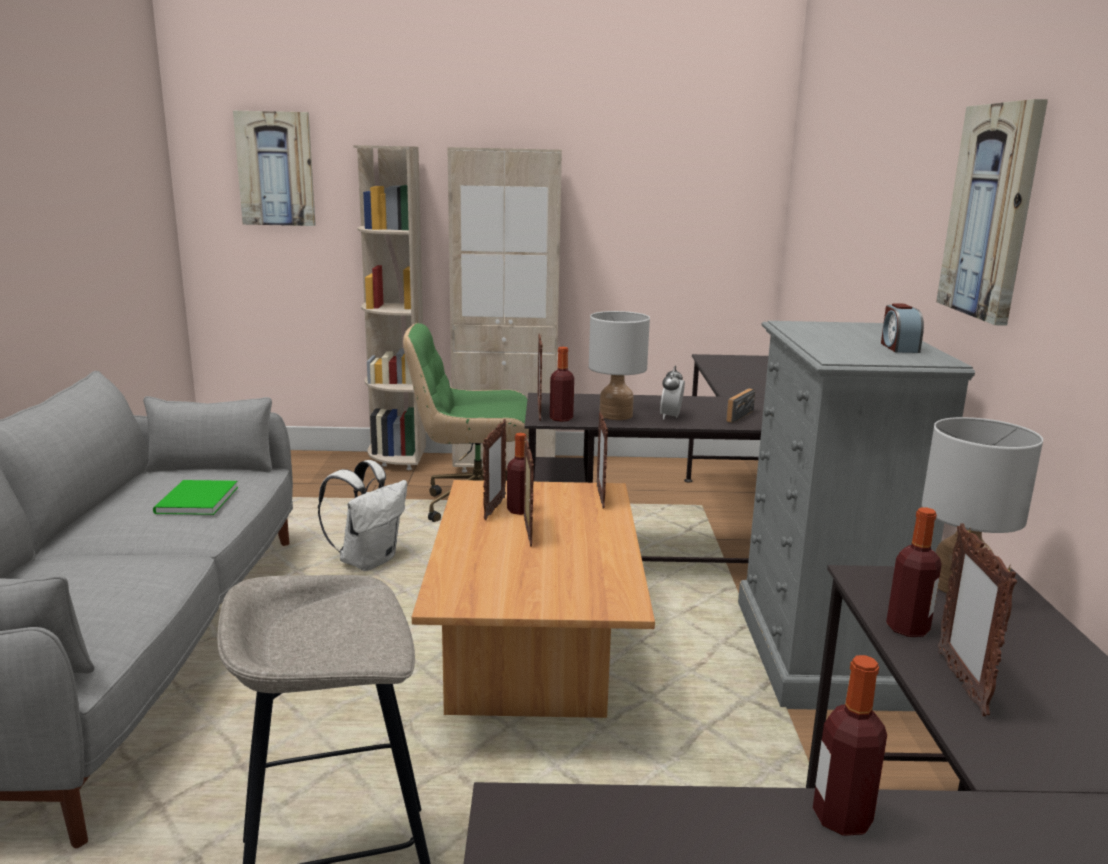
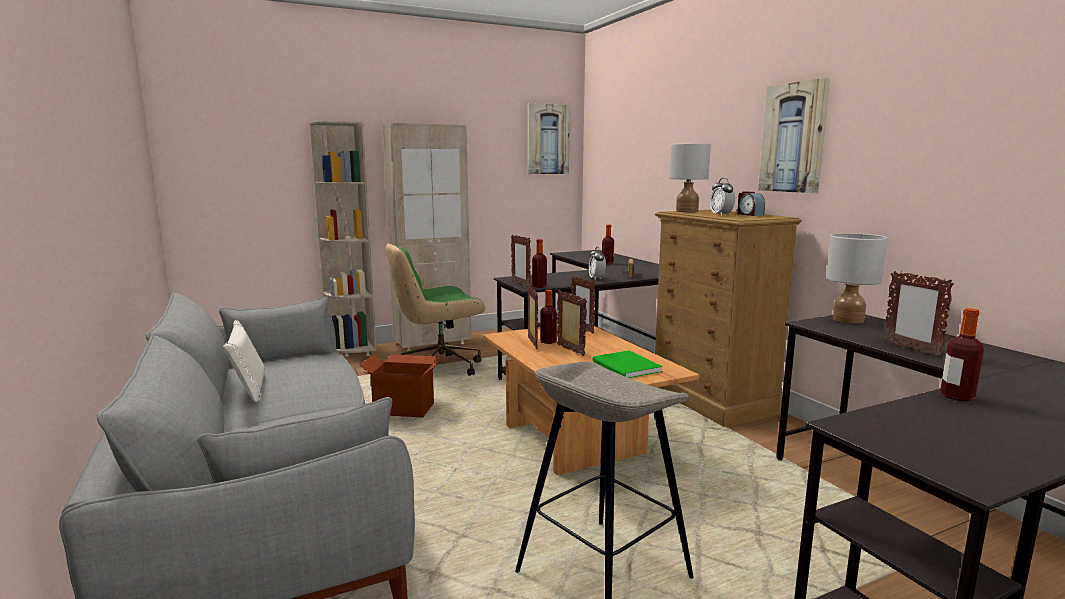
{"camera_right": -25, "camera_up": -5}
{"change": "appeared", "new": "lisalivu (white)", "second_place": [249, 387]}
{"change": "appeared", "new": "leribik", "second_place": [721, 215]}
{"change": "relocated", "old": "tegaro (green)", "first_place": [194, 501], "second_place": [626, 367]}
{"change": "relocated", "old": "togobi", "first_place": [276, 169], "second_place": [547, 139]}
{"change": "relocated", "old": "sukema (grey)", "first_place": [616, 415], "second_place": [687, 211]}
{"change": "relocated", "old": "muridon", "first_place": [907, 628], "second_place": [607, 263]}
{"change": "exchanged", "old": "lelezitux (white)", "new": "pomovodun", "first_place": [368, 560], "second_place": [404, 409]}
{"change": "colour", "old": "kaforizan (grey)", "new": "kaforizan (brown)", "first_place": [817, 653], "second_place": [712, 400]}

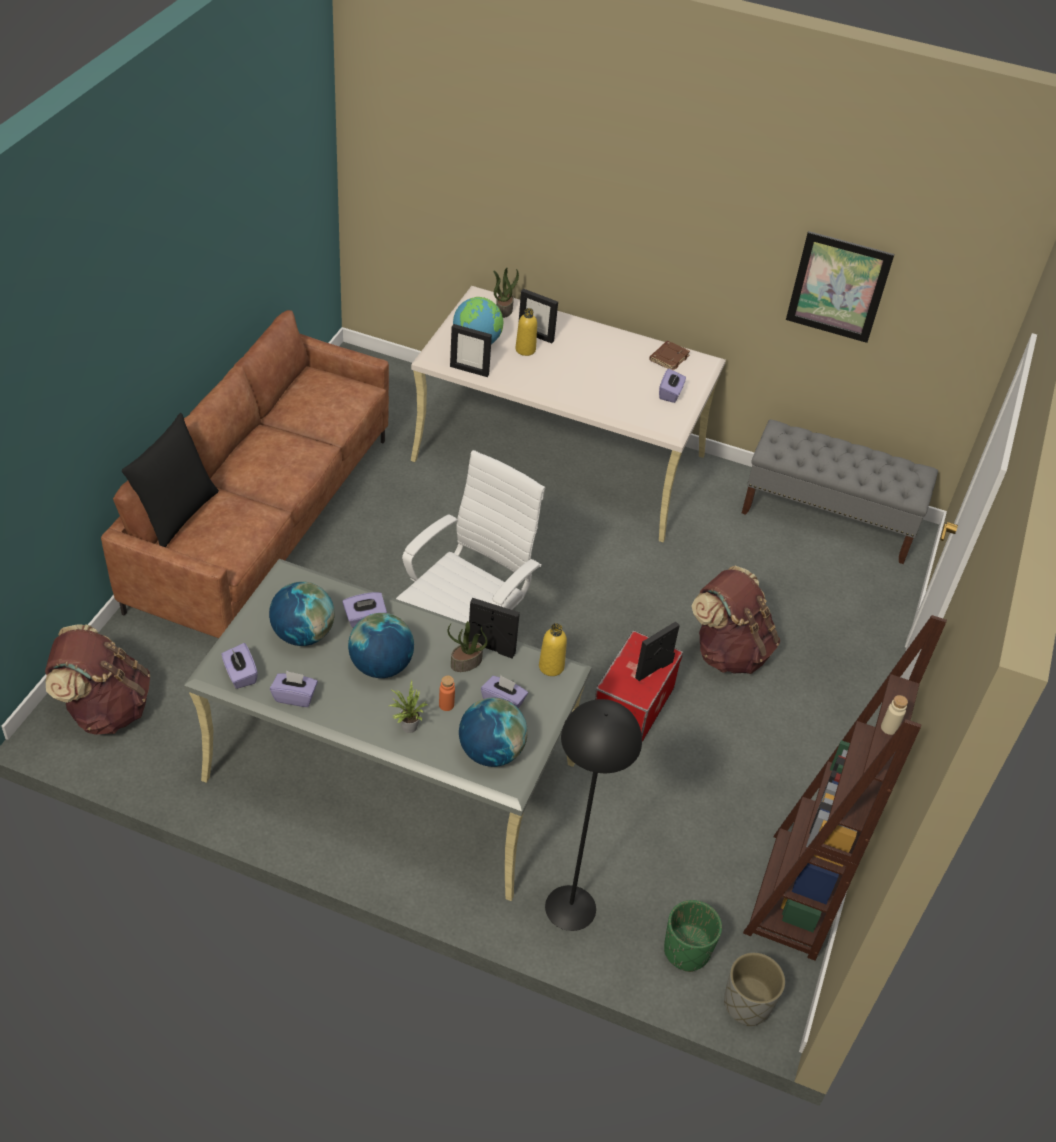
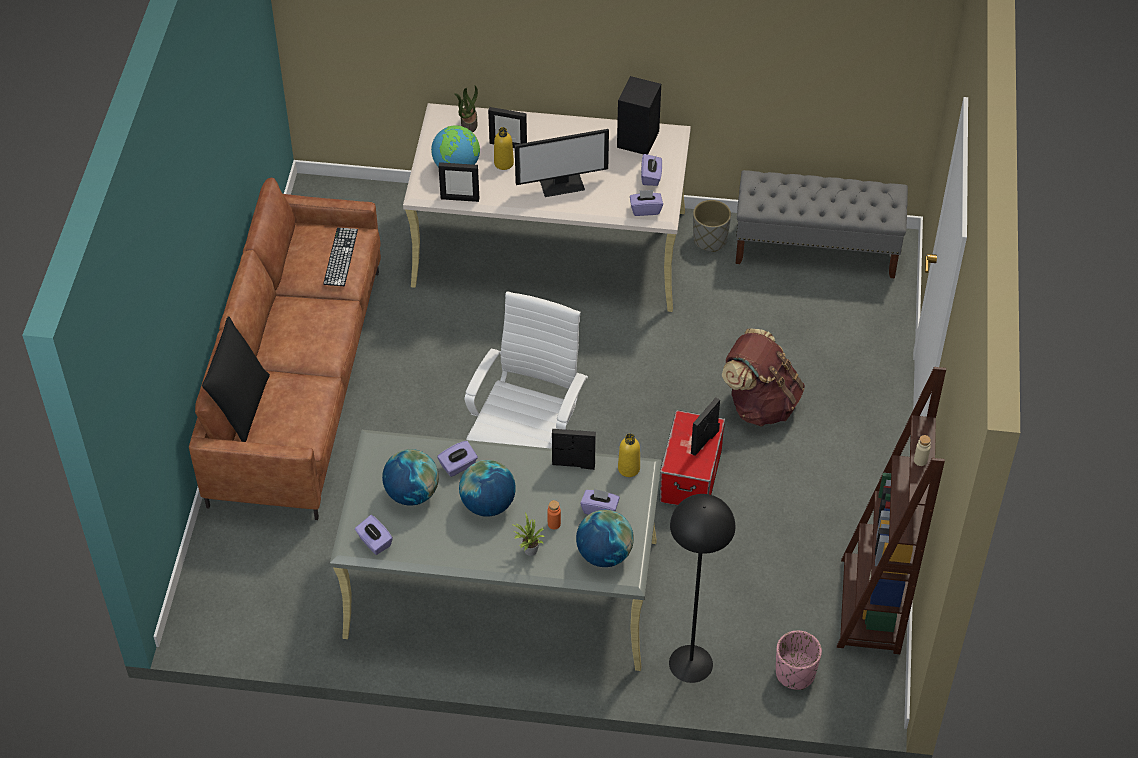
{"camera_right": -10, "camera_up": 5}
{"change": "missing", "old": "lelezitux (brown)", "first_place": [105, 709]}
{"change": "missing", "old": "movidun", "first_place": [466, 663]}
{"change": "missing", "old": "togobi", "first_place": [838, 287]}
{"change": "appeared", "new": "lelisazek", "second_place": [340, 257]}
{"change": "appeared", "new": "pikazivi", "second_place": [562, 184]}
{"change": "relocated", "old": "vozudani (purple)", "first_place": [295, 697], "second_place": [645, 209]}
{"change": "relocated", "old": "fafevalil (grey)", "first_place": [746, 1004], "second_place": [709, 240]}
{"change": "exchanged", "old": "tegaro (brown)", "new": "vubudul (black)", "first_place": [668, 358], "second_place": [638, 138]}
{"change": "colour", "old": "fafevalil (green)", "new": "fafevalil (pink)", "first_place": [686, 951], "second_place": [795, 674]}

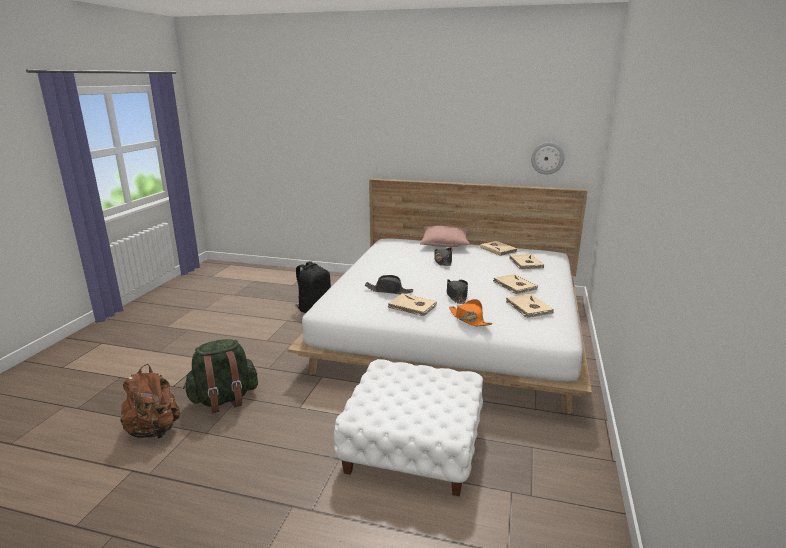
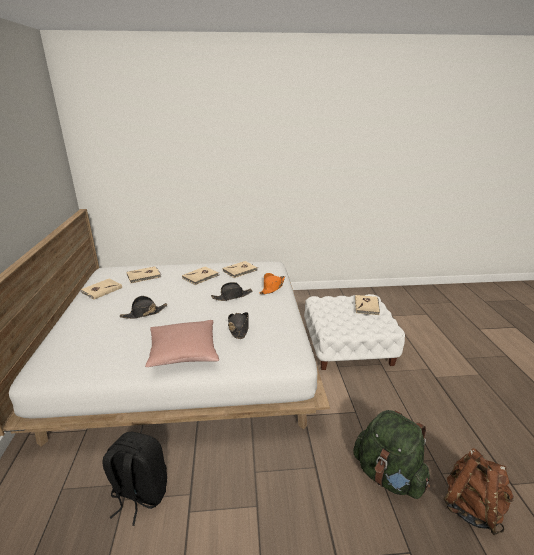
{"camera_right": -110, "camera_up": 5}
{"change": "missing", "old": "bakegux", "first_place": [547, 158]}
{"change": "relocated", "old": "tegaro (beige)", "first_place": [412, 307], "second_place": [367, 306]}
{"change": "relocated", "old": "lisalivu (pink)", "first_place": [445, 244], "second_place": [183, 352]}

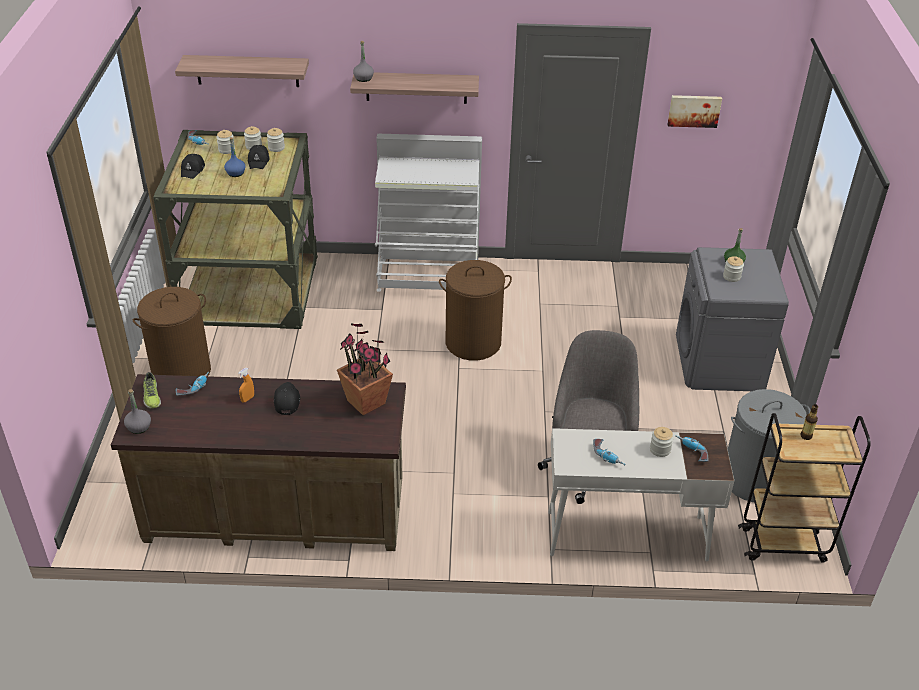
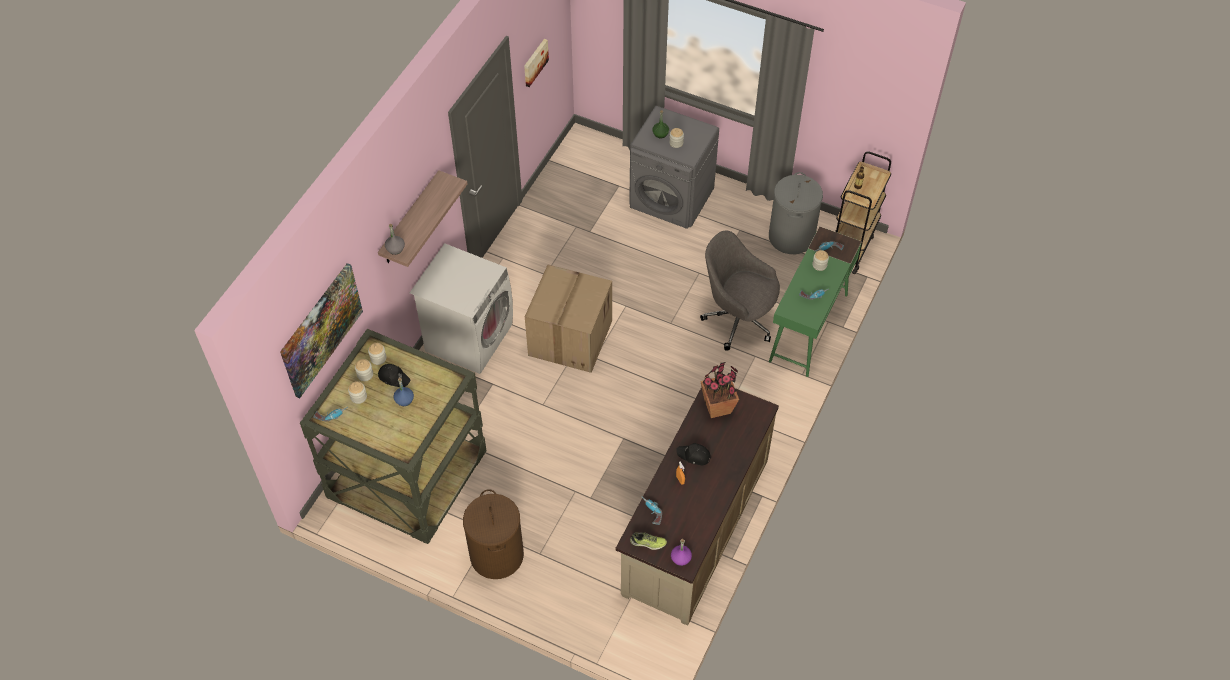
{"camera_right": -65, "camera_up": 15}
{"change": "missing", "old": "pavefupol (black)", "first_place": [193, 170]}
{"change": "exchanged", "old": "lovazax", "new": "togobi", "first_place": [247, 71], "second_place": [321, 329]}
{"change": "exchanged", "old": "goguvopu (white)", "new": "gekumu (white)", "first_place": [428, 278], "second_place": [468, 336]}
{"change": "exchanged", "old": "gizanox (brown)", "new": "pomovodun", "first_place": [473, 342], "second_place": [569, 336]}
{"change": "colour", "old": "muridon (grey)", "new": "muridon (purple)", "first_place": [139, 427], "second_place": [681, 558]}
{"change": "colour", "old": "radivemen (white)", "new": "radivemen (green)", "first_place": [625, 535], "second_place": [808, 328]}

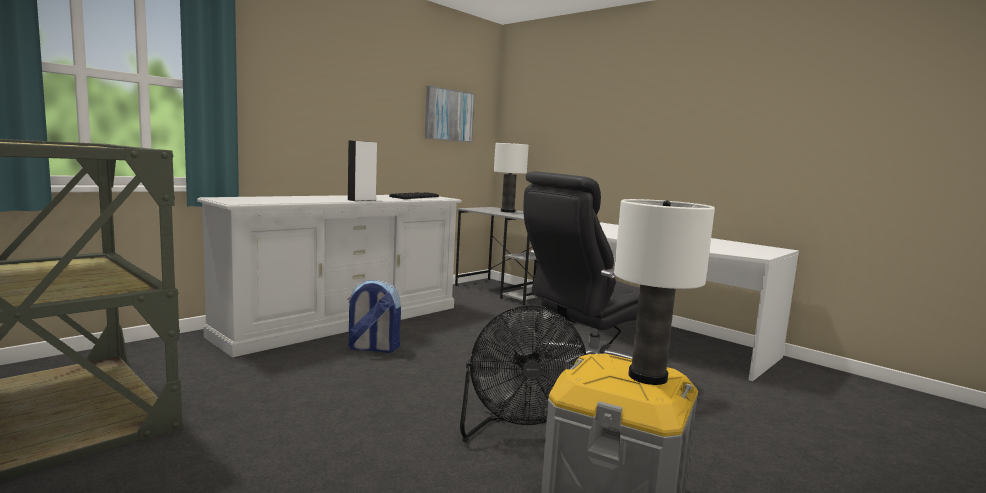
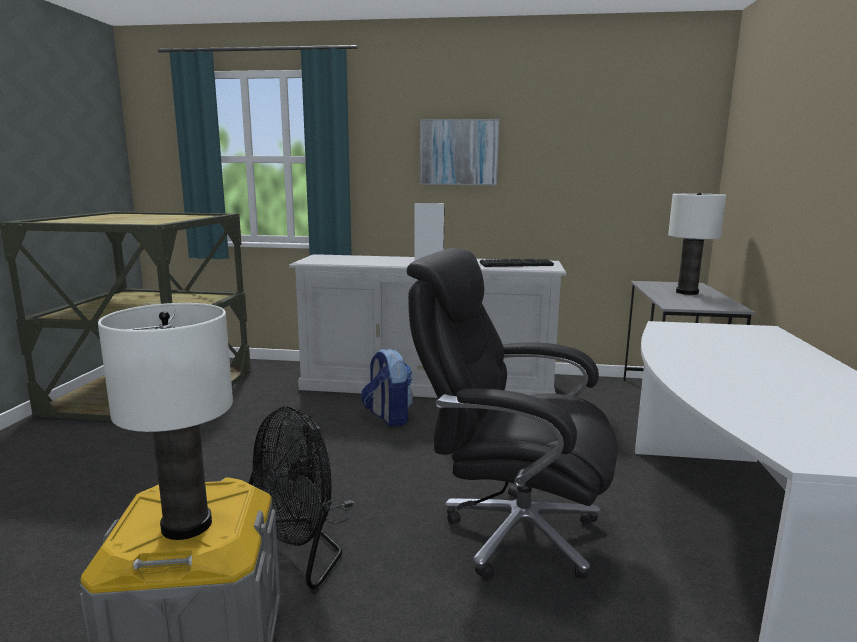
{"camera_right": 55, "camera_up": 5}
{"change": "relocated", "old": "togobi", "first_place": [449, 115], "second_place": [459, 152]}

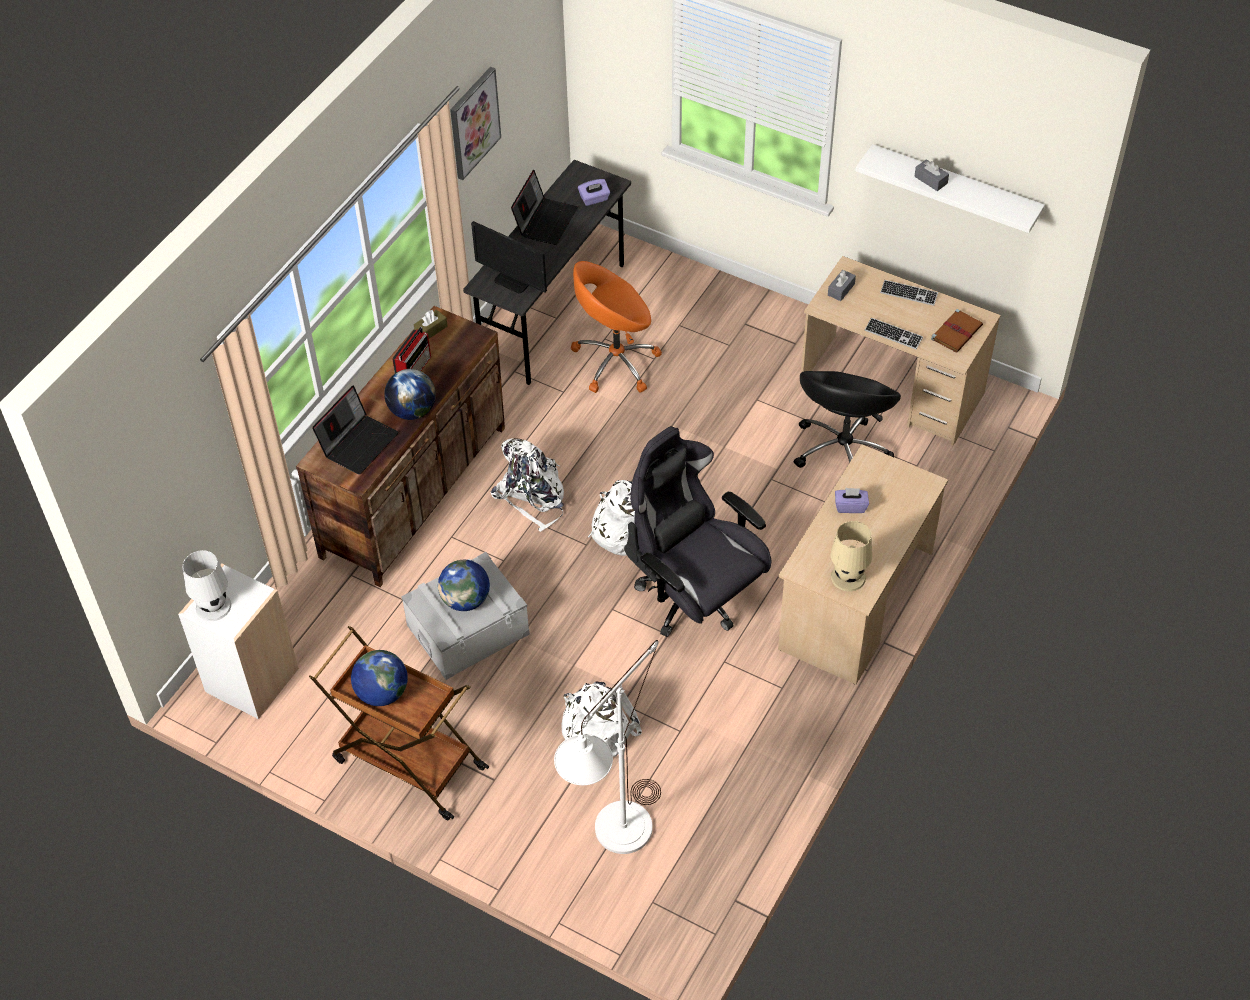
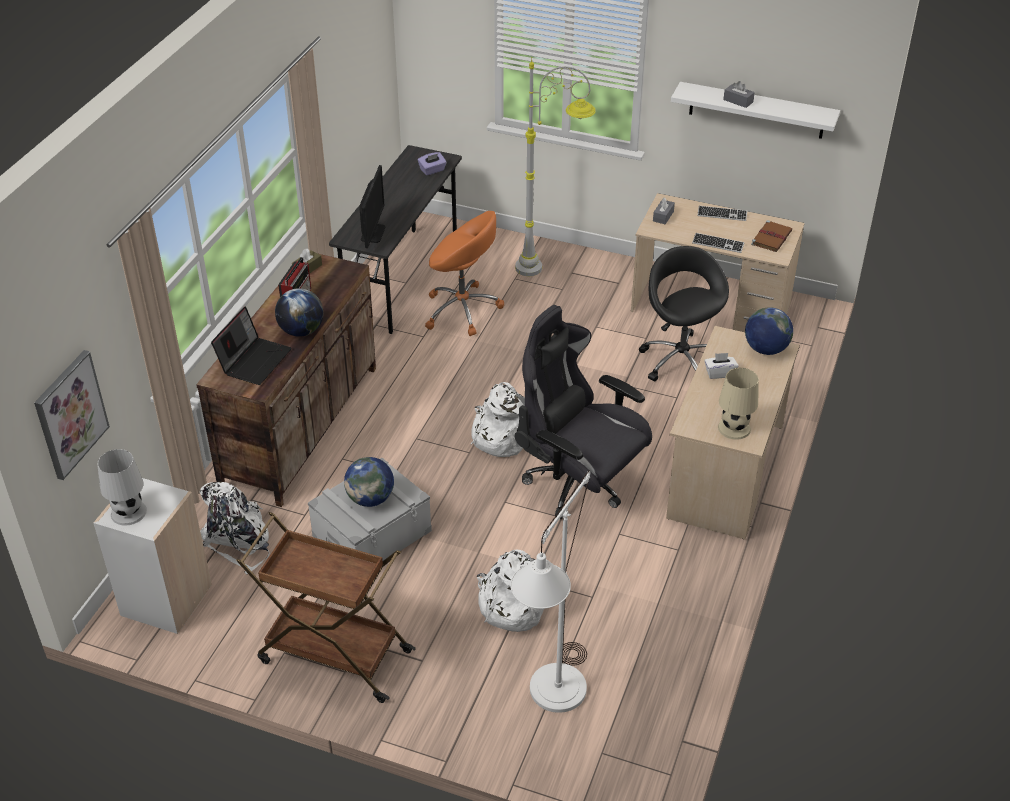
{"camera_right": -10, "camera_up": -10}
{"change": "missing", "old": "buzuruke", "first_place": [545, 220]}
{"change": "appeared", "new": "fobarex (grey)", "second_place": [552, 269]}
{"change": "relocated", "old": "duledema", "first_place": [382, 693], "second_place": [765, 349]}
{"change": "relocated", "old": "togobi", "first_place": [473, 122], "second_place": [70, 414]}
{"change": "relocated", "old": "lelezitux (white)", "first_place": [532, 496], "second_place": [237, 541]}
{"change": "colour", "old": "vozudani (purple)", "new": "vozudani (white)", "first_place": [850, 506], "second_place": [719, 373]}
{"change": "spun", "old": "pikazivi", "first_place": [513, 281], "second_place": [373, 233], "degrees": -105}
{"change": "spun", "old": "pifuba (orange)", "first_place": [614, 362], "second_place": [464, 310], "degrees": -120}
{"change": "spun", "old": "pifuba (black)", "first_place": [841, 453], "second_place": [680, 359], "degrees": 135}

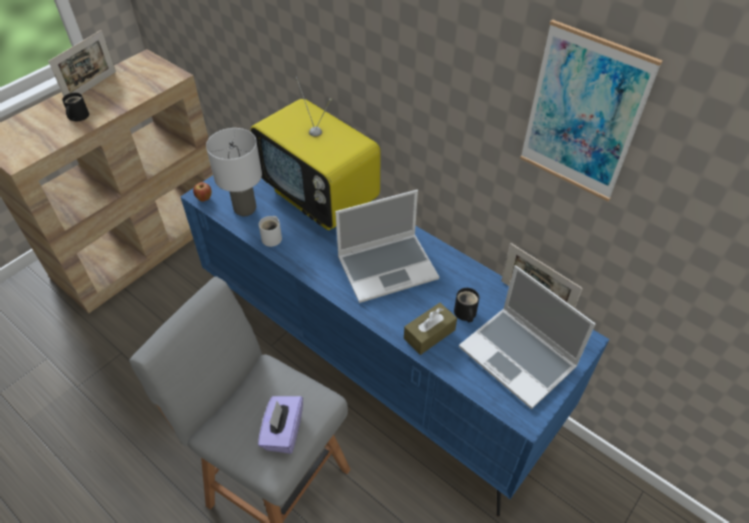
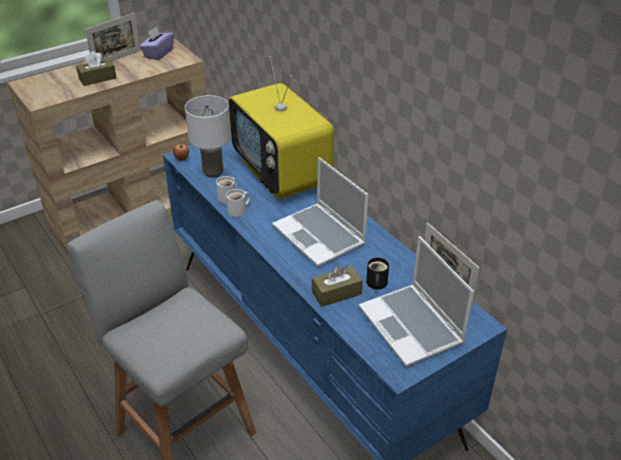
{"camera_right": 15, "camera_up": -10}
{"change": "missing", "old": "togobi", "first_place": [583, 114]}
{"change": "appeared", "new": "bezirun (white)", "second_place": [239, 211]}
{"change": "relocated", "old": "vozudani (purple)", "first_place": [283, 432], "second_place": [158, 53]}
{"change": "exchanged", "old": "bezirun (black)", "new": "vozudani (brown)", "first_place": [78, 117], "second_place": [97, 78]}
{"change": "spun", "old": "buzuruke", "first_place": [388, 267], "second_place": [320, 236], "degrees": 60}

